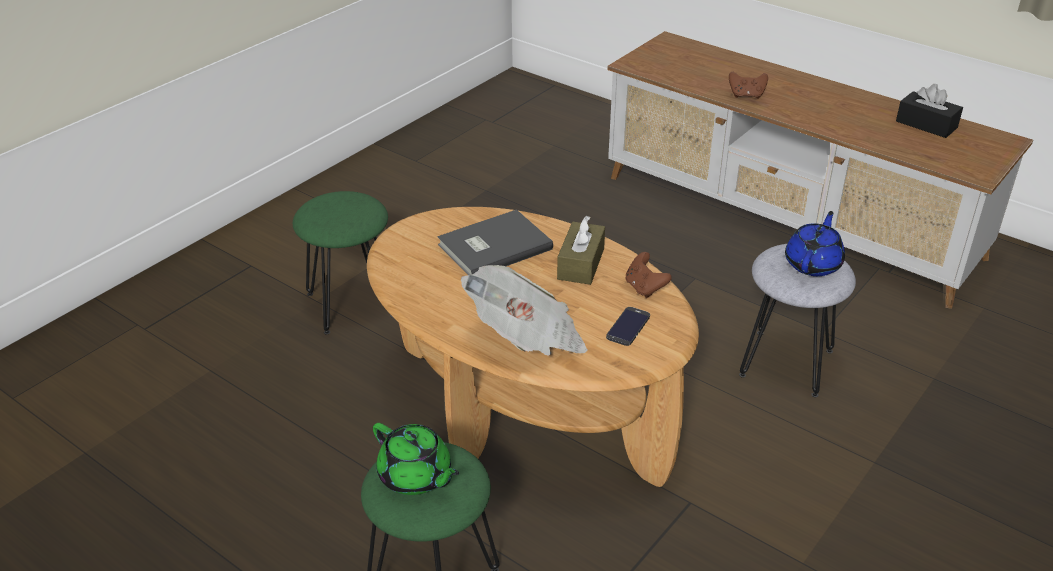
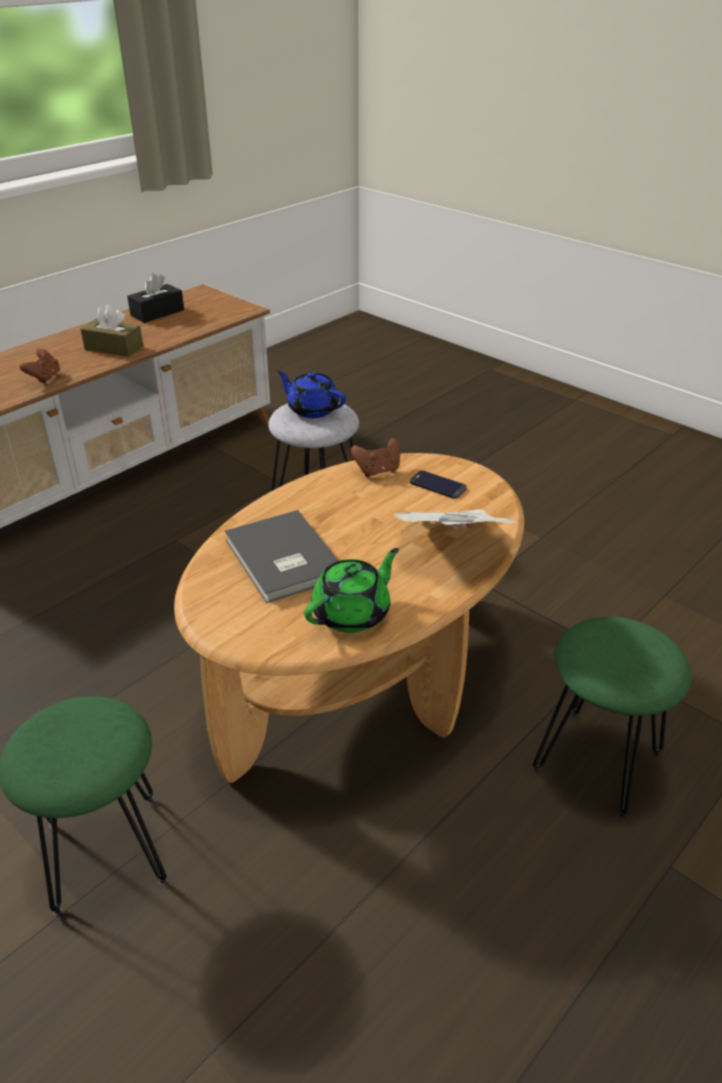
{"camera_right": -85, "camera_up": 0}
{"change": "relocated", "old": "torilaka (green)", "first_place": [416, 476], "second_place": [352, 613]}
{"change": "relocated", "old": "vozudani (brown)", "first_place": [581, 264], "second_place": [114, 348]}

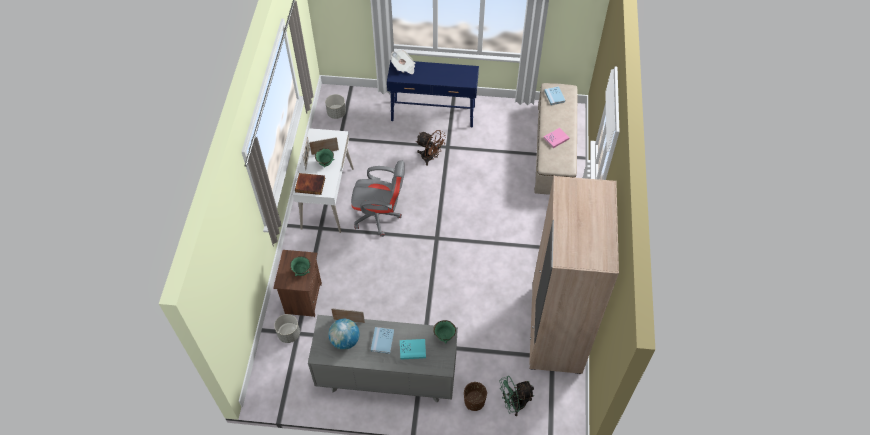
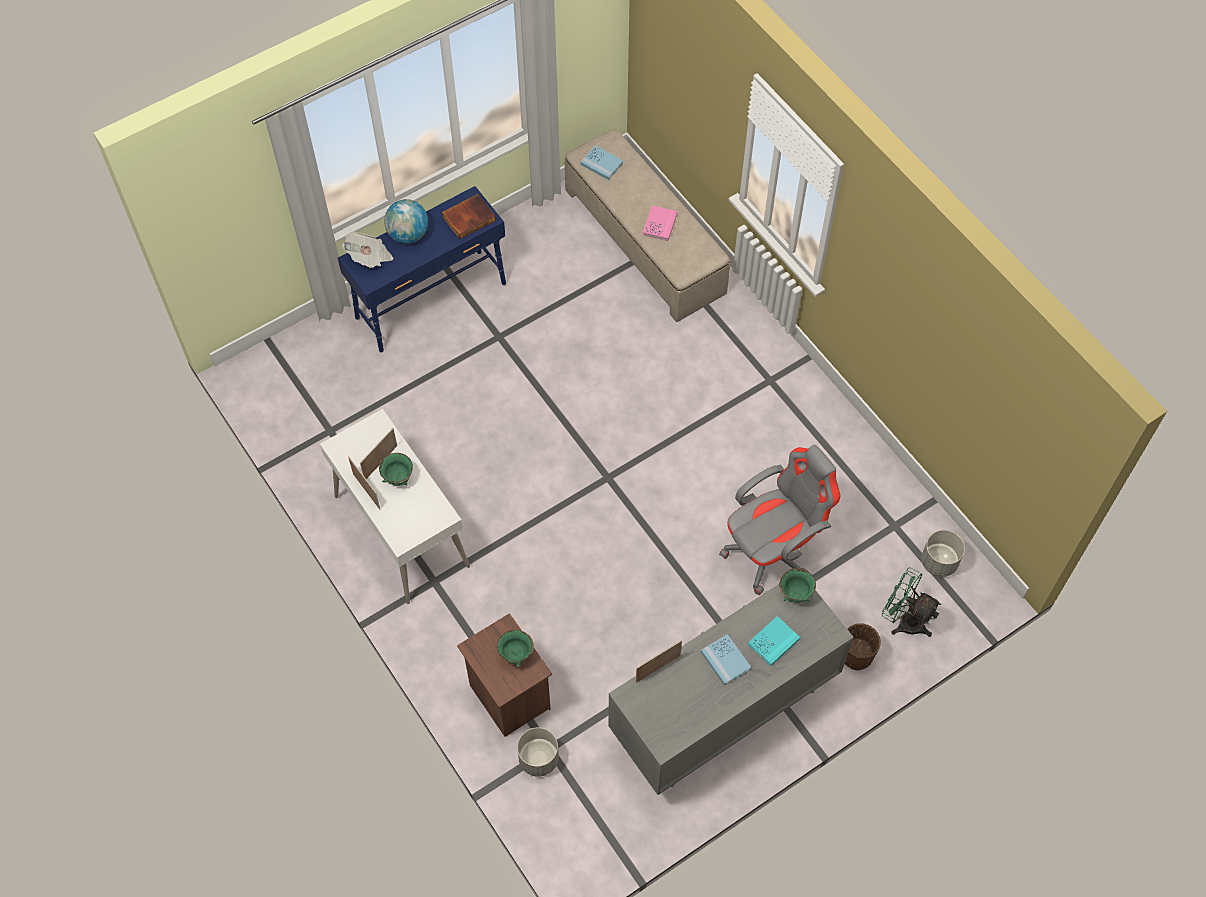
{"camera_right": -40, "camera_up": 5}
{"change": "missing", "old": "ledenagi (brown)", "first_place": [430, 158]}
{"change": "missing", "old": "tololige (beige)", "first_place": [556, 329]}
{"change": "relocated", "old": "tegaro", "first_place": [310, 184], "second_place": [468, 217]}
{"change": "relocated", "old": "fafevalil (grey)", "first_place": [336, 113], "second_place": [939, 562]}
{"change": "relocated", "old": "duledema", "first_place": [345, 340], "second_place": [408, 234]}
{"change": "relocated", "old": "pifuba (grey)", "first_place": [380, 217], "second_place": [773, 550]}
{"change": "spun", "old": "ledenagi (green)", "first_place": [514, 404], "second_place": [904, 620], "degrees": 90}

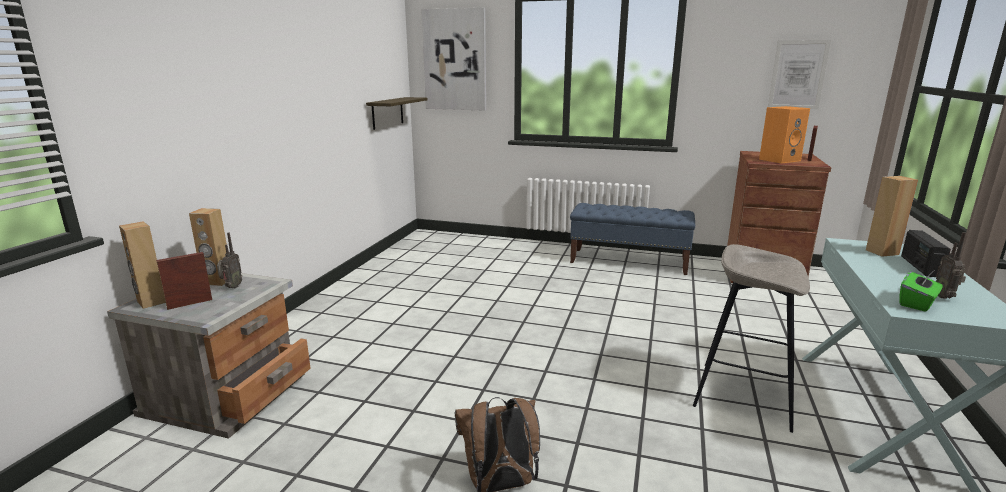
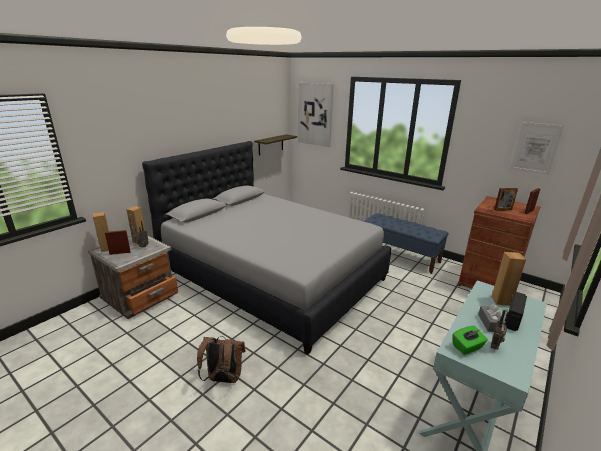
{"camera_right": 20, "camera_up": 5}
{"change": "missing", "old": "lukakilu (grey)", "first_place": [744, 395]}
{"change": "appeared", "new": "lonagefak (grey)", "second_place": [271, 275]}
{"change": "appeared", "new": "vozudani (grey)", "second_place": [489, 323]}
{"change": "exchanged", "old": "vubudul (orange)", "new": "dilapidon", "first_place": [779, 160], "second_place": [503, 210]}

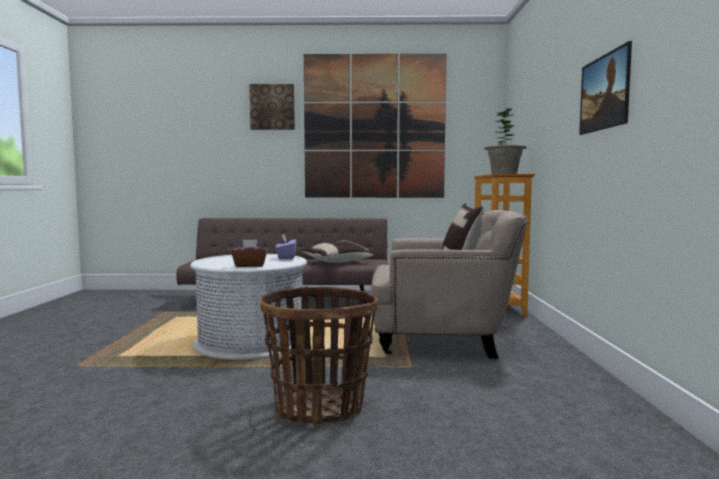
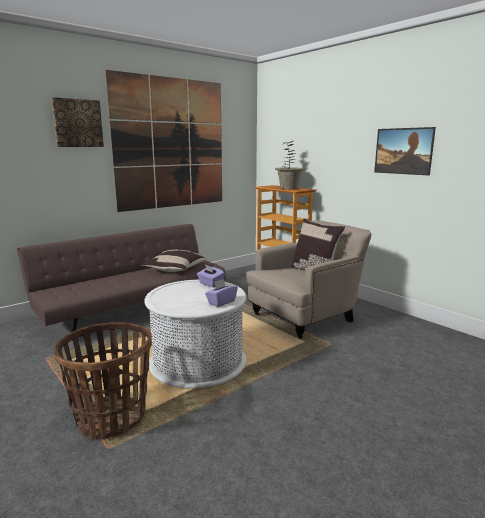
{"camera_right": -40, "camera_up": 10}
{"change": "relocated", "old": "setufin", "first_place": [320, 407], "second_place": [112, 418]}
{"change": "colour", "old": "vozudani (brown)", "new": "vozudani (purple)", "first_place": [250, 265], "second_place": [221, 302]}

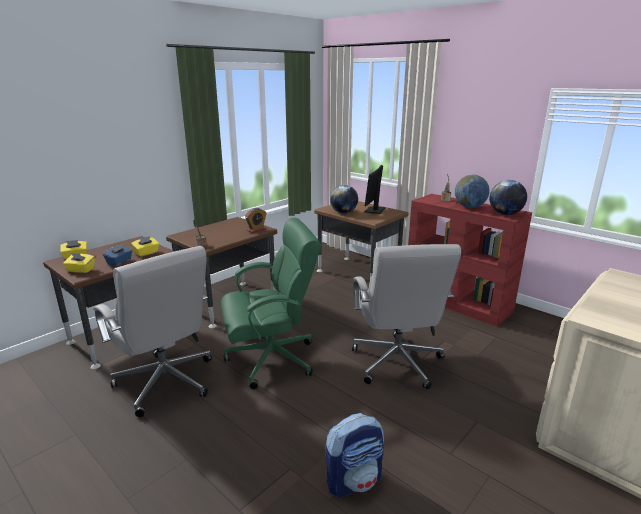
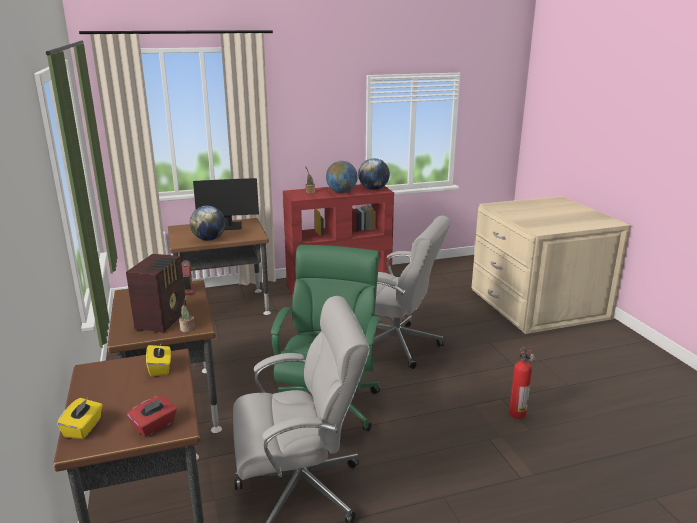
{"camera_right": -60, "camera_up": 0}
{"change": "missing", "old": "vozudani (blue)", "first_place": [119, 262]}
{"change": "appeared", "new": "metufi", "second_place": [163, 320]}
{"change": "exchanged", "old": "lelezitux", "new": "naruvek", "first_place": [354, 480], "second_place": [517, 412]}
{"change": "colour", "old": "vozudani (yellow)", "new": "vozudani (red)", "first_place": [81, 270], "second_place": [154, 426]}
{"change": "spun", "old": "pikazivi", "first_place": [374, 210], "second_place": [228, 227], "degrees": -60}

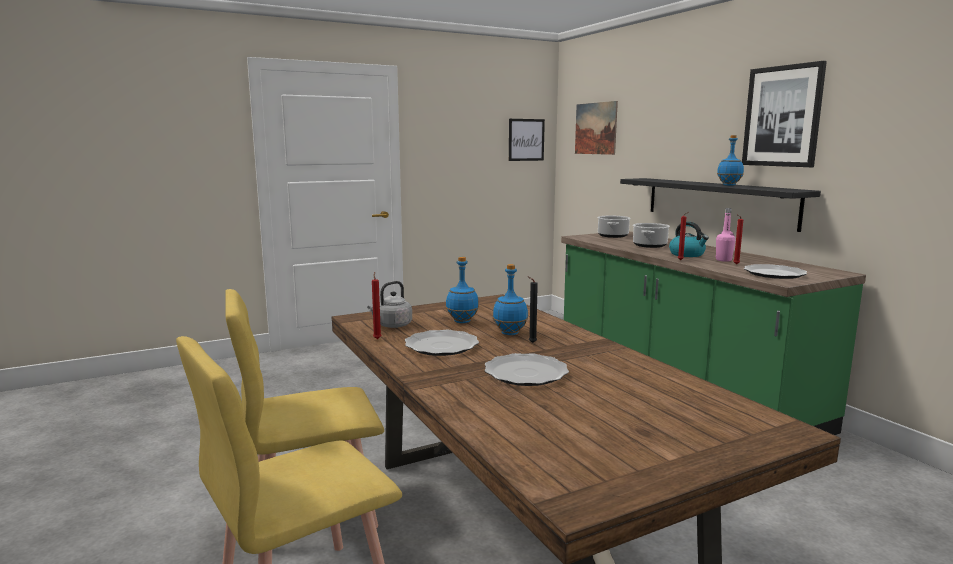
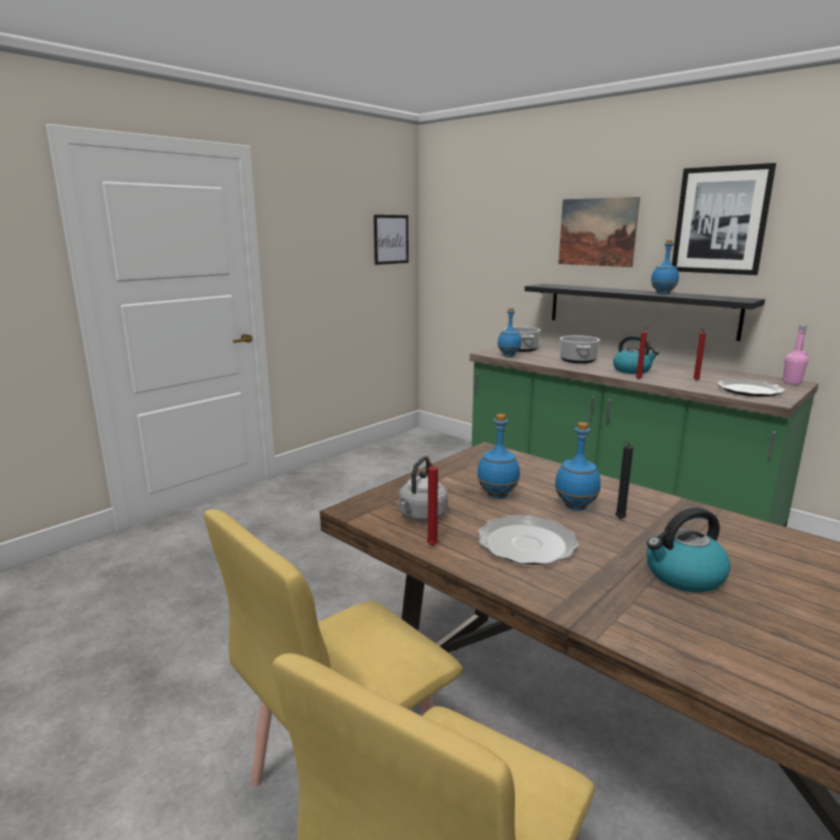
{"camera_right": -20, "camera_up": 5}
{"change": "appeared", "new": "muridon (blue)", "second_place": [508, 356]}
{"change": "relocated", "old": "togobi", "first_place": [595, 128], "second_place": [597, 232]}
{"change": "relocated", "old": "muridon (pink)", "first_place": [723, 260], "second_place": [792, 382]}
{"change": "exchanged", "old": "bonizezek", "new": "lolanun", "first_place": [526, 373], "second_place": [683, 576]}

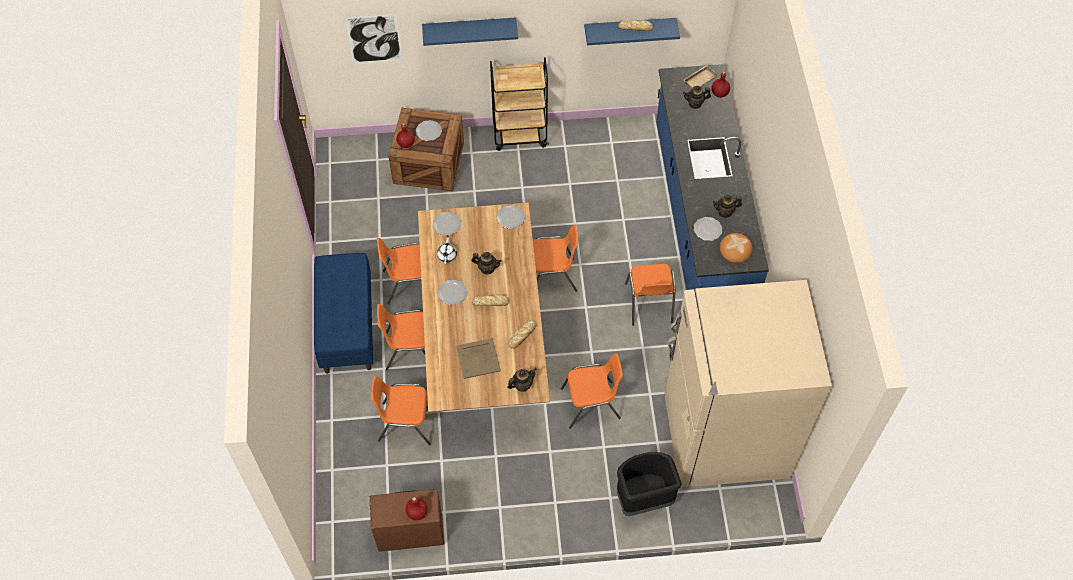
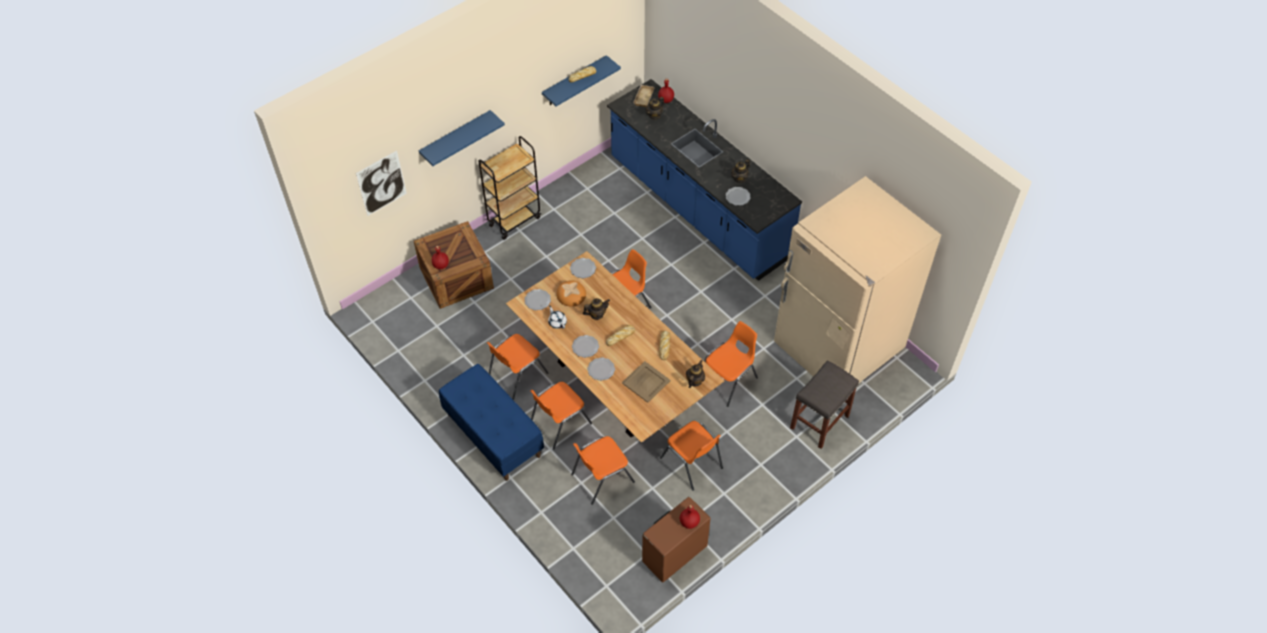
{"camera_right": -35, "camera_up": -5}
{"change": "relocated", "old": "bonizezek", "first_place": [428, 131], "second_place": [600, 370]}
{"change": "relocated", "old": "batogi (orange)", "first_place": [649, 304], "second_place": [692, 463]}
{"change": "relocated", "old": "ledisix", "first_place": [735, 249], "second_place": [571, 295]}
{"change": "exchanged", "old": "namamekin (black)", "new": "lukakilu (grey)", "first_place": [643, 498], "second_place": [819, 422]}

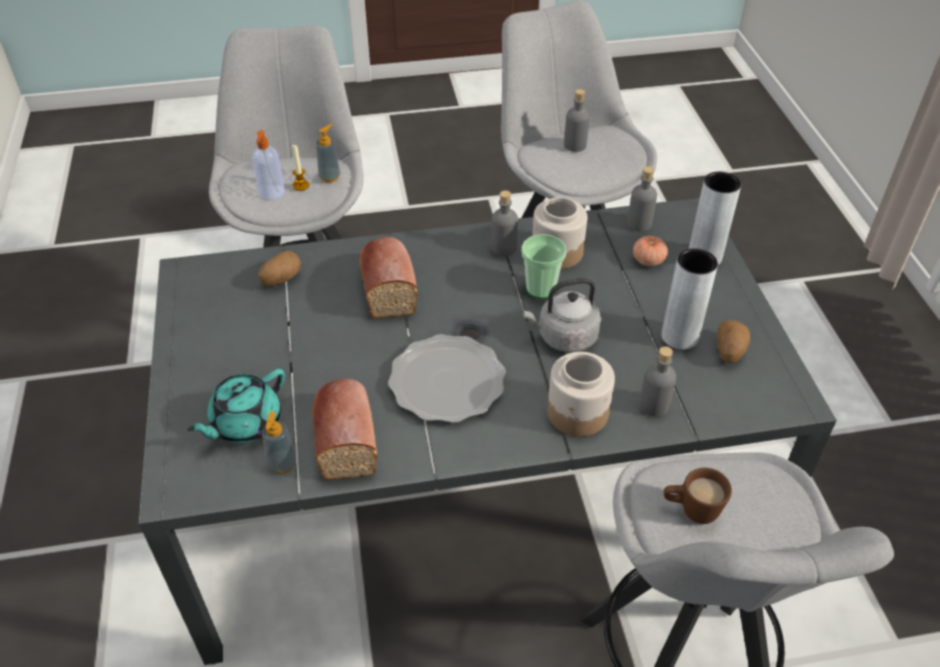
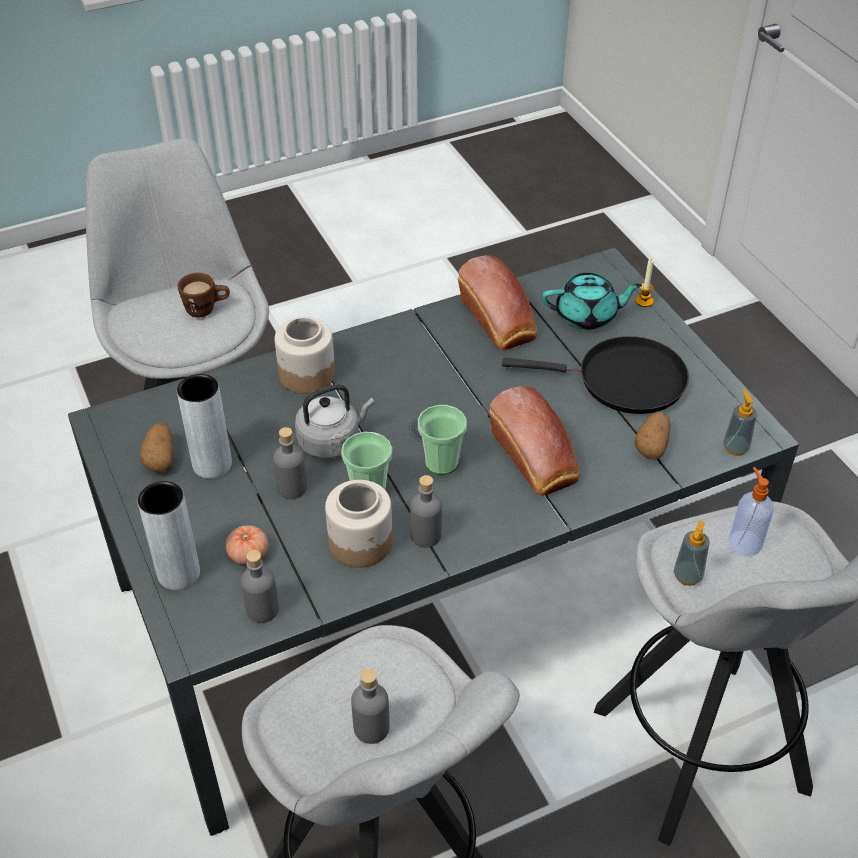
{"camera_right": 165, "camera_up": 0}
{"change": "missing", "old": "bonizezek", "first_place": [448, 382]}
{"change": "appeared", "new": "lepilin", "second_place": [441, 463]}
{"change": "appeared", "new": "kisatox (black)", "second_place": [623, 381]}
{"change": "relocated", "old": "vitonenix", "first_place": [282, 464], "second_place": [735, 447]}
{"change": "relocated", "old": "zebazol", "first_place": [301, 186], "second_place": [644, 301]}
{"change": "relocated", "old": "muridon (grey)", "first_place": [654, 405], "second_place": [292, 488]}
{"change": "spun", "old": "torilaka (turquoise)", "first_place": [245, 423], "second_place": [587, 316], "degrees": 60}

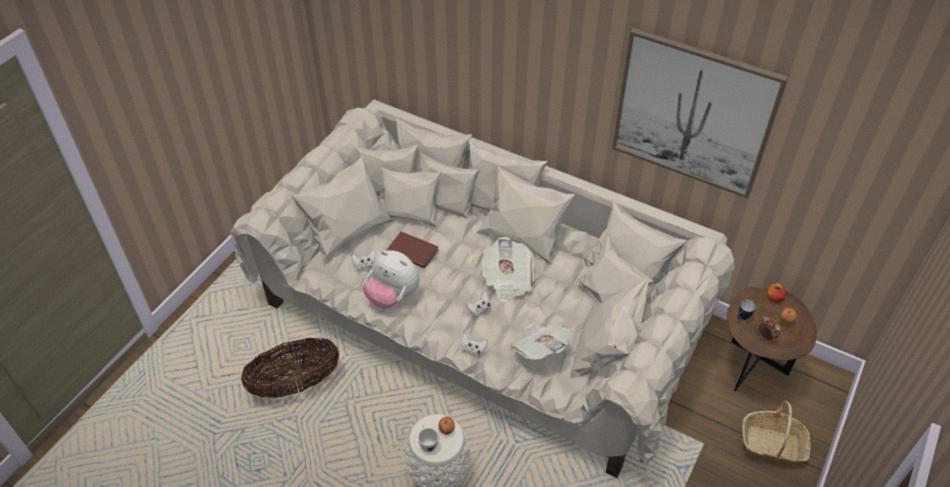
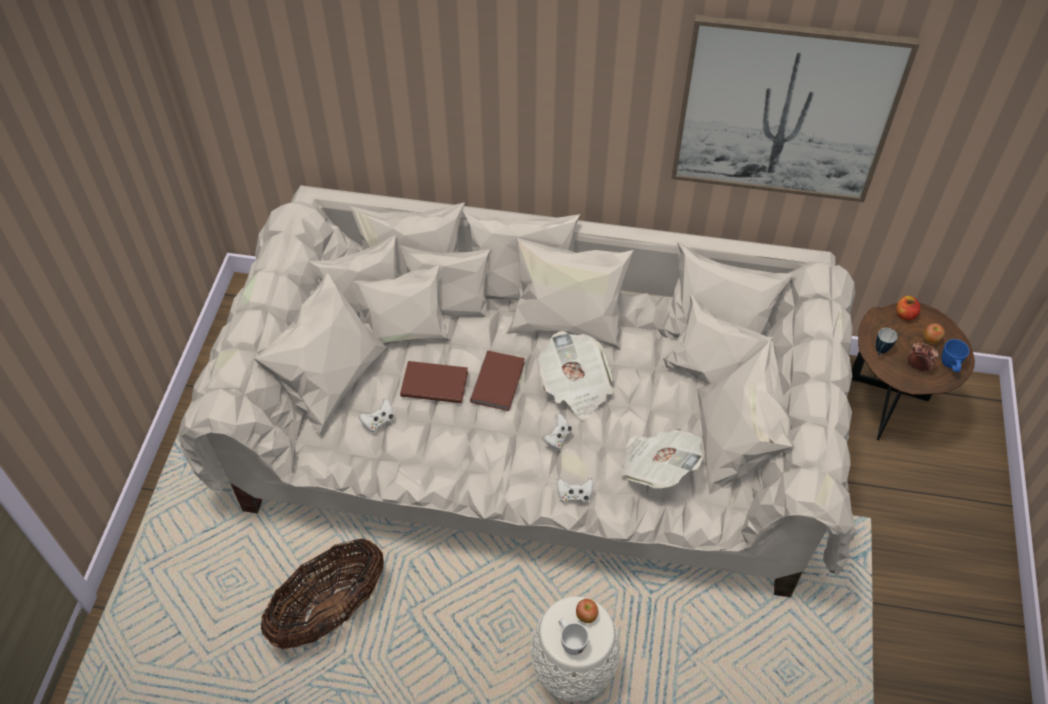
{"camera_right": -20, "camera_up": 5}
{"change": "missing", "old": "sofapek", "first_place": [392, 296]}
{"change": "missing", "old": "setufin", "first_place": [772, 444]}
{"change": "appeared", "new": "tegaro (brown)", "second_place": [499, 382]}
{"change": "appeared", "new": "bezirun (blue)", "second_place": [950, 366]}

